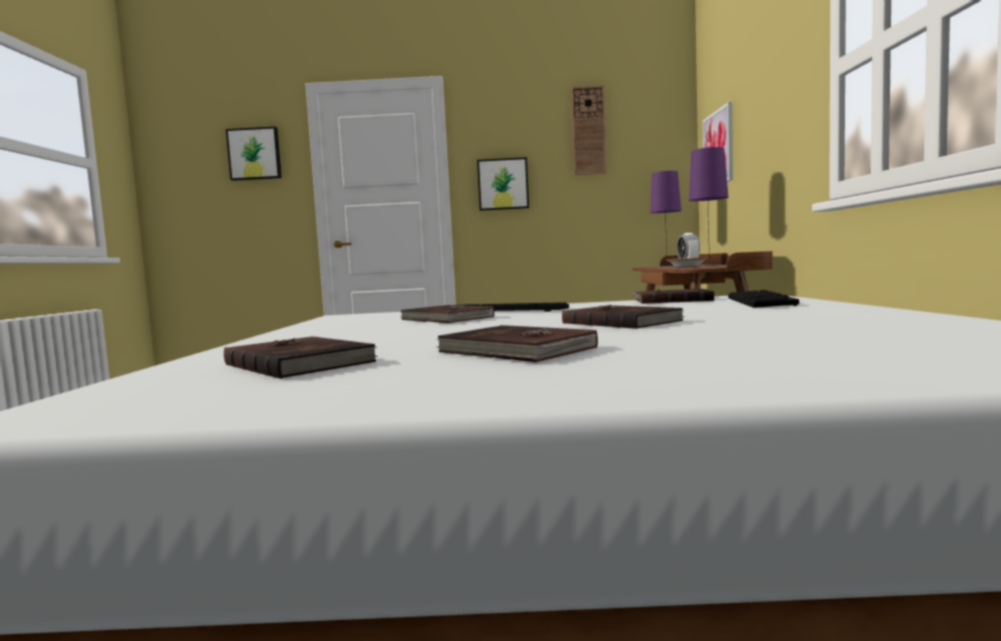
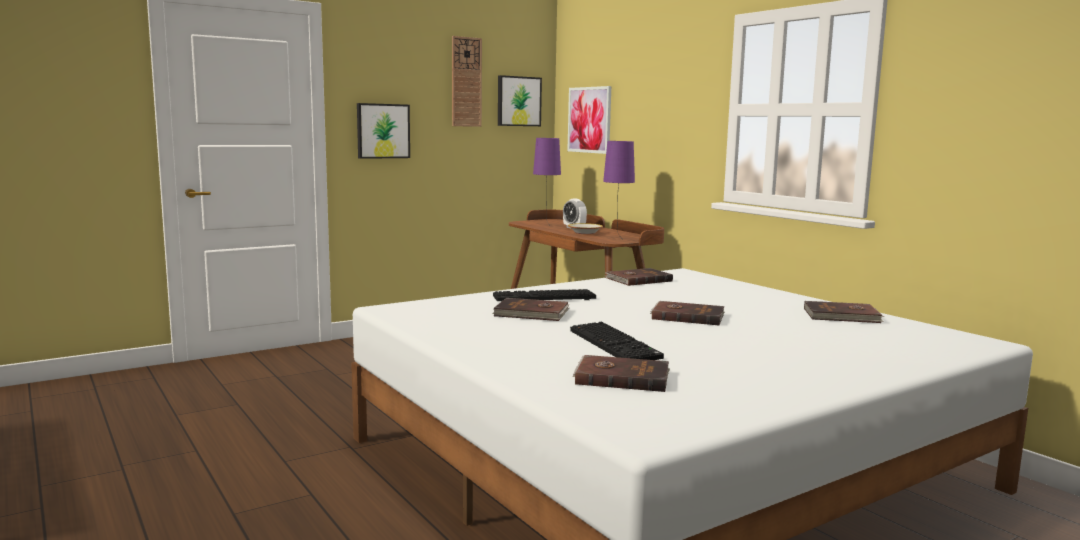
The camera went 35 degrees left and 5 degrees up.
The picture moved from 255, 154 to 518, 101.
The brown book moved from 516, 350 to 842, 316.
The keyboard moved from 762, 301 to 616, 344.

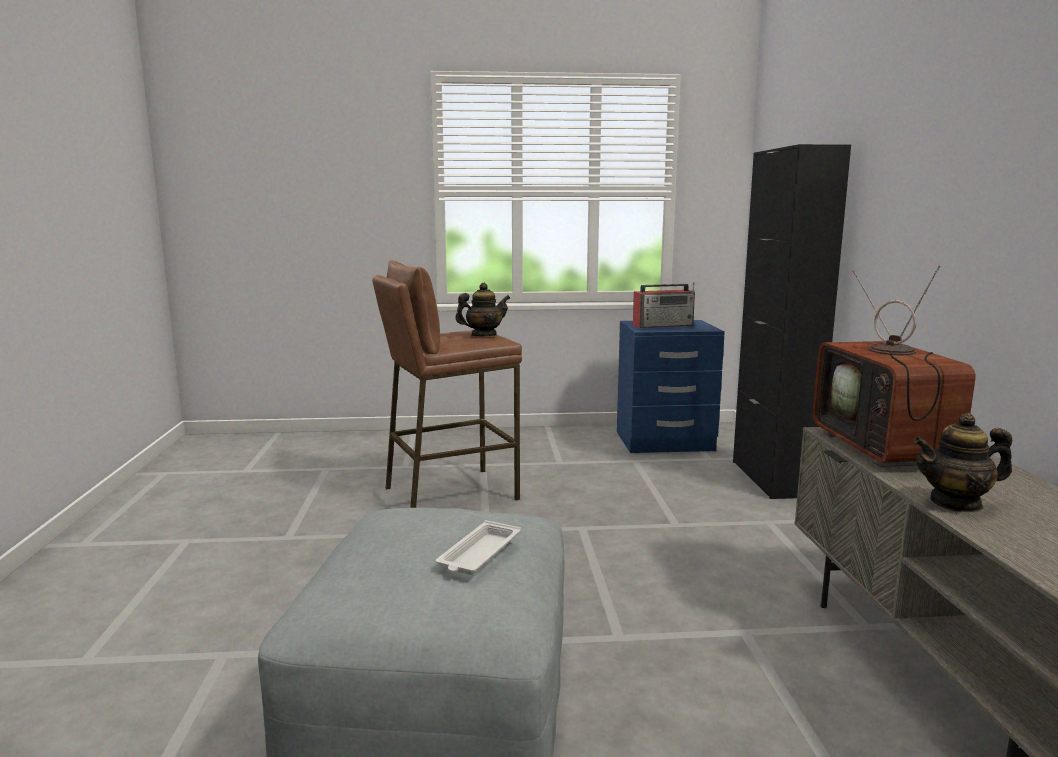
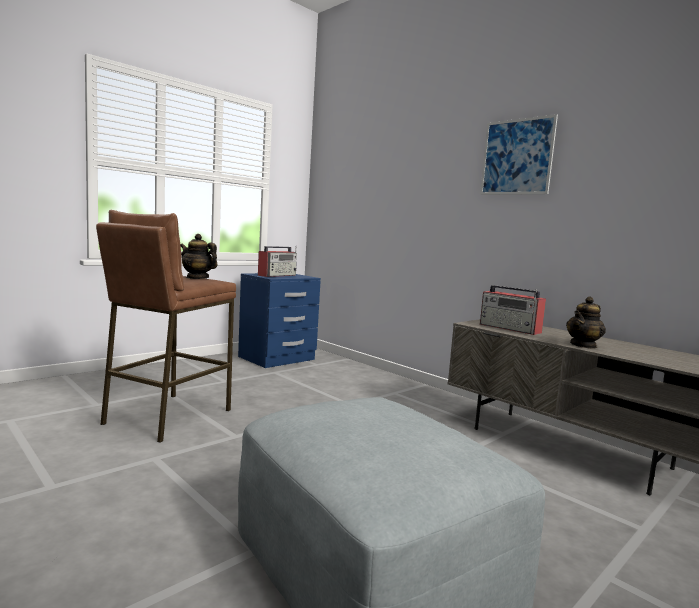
The camera went 40 degrees left and 5 degrees down.
The white tray at 479, 554 disappeared.
The black cabinet at 772, 478 disappeared.
The picture at 517, 157 appeared.
The television at 888, 450 was replaced by the radio at 510, 328.
The teapot at 483, 335 turned 90 degrees counterclockwise.

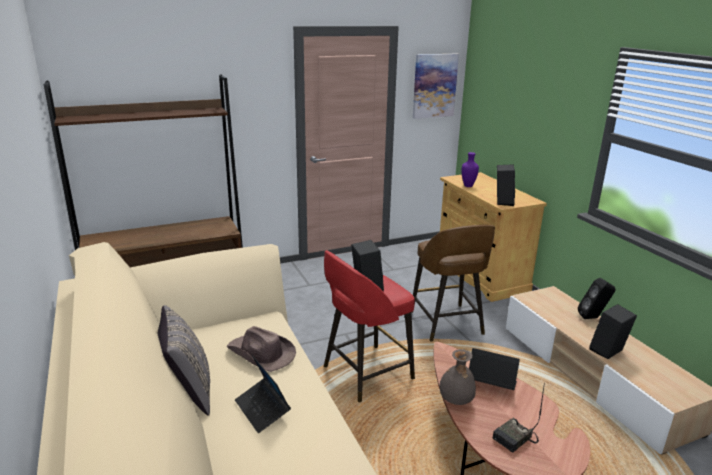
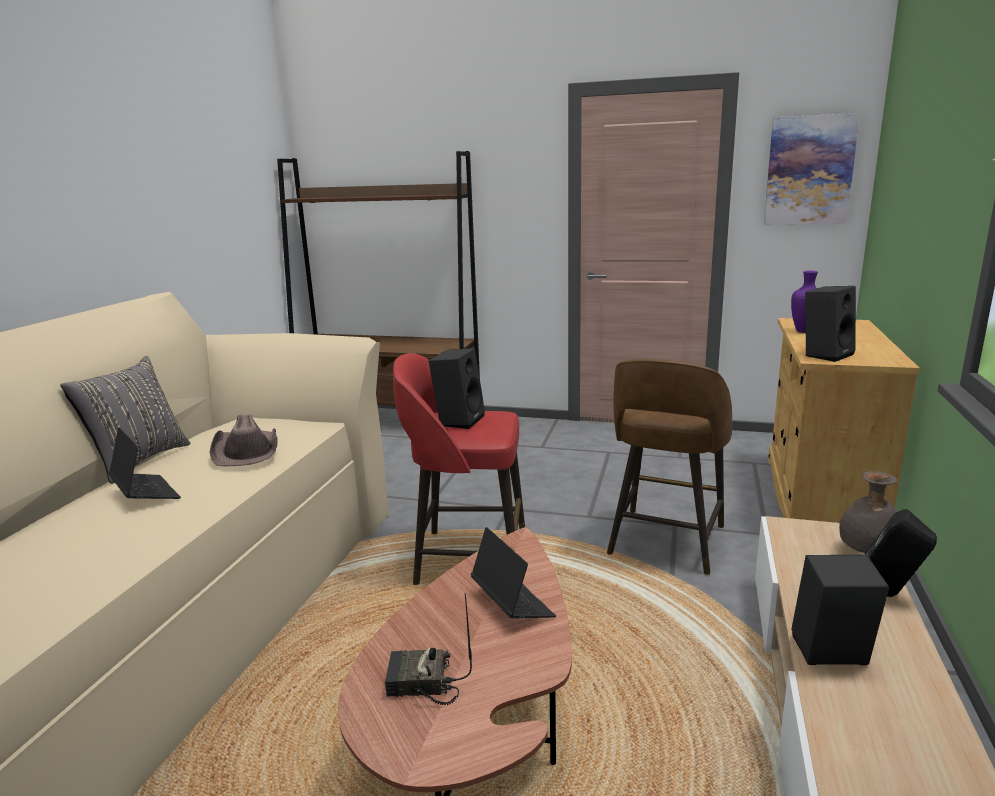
The camera went 40 degrees right and 5 degrees down.
The grey vase moved from 455, 401 to 865, 552.
The laptop at 262, 409 turned 135 degrees clockwise.

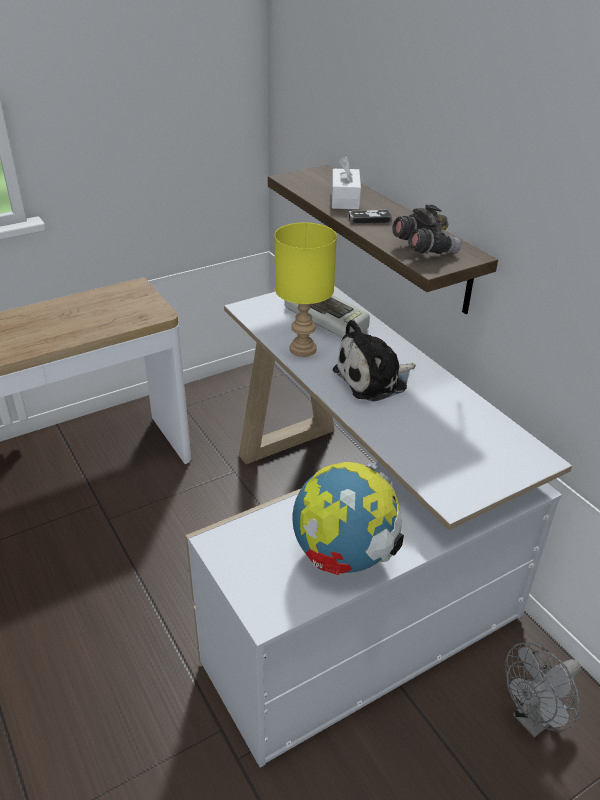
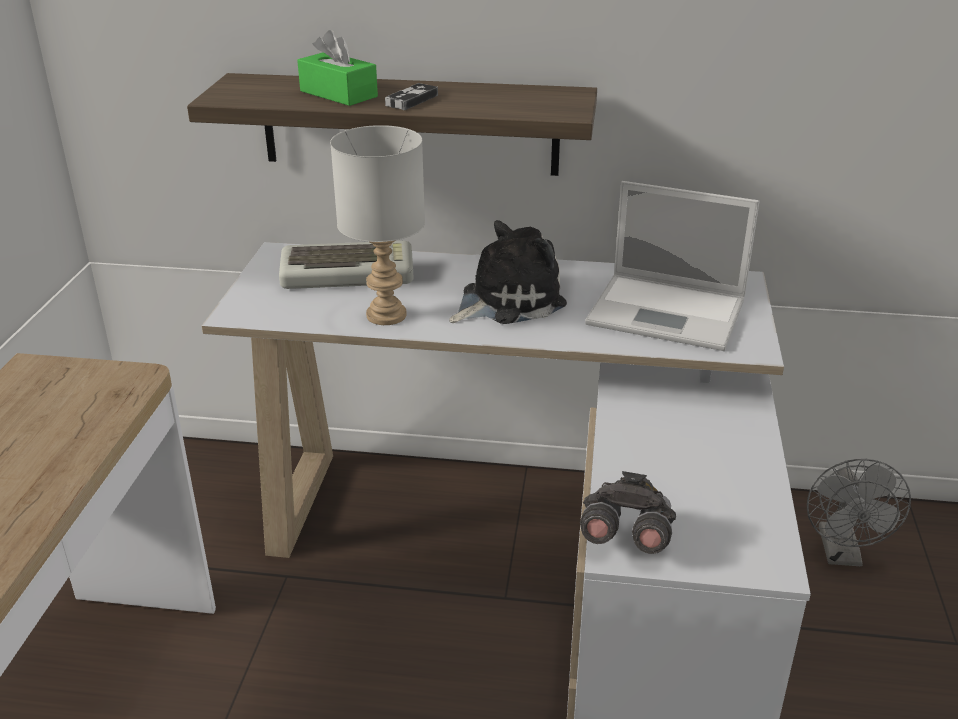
The camera went 50 degrees left and 5 degrees down.
The globe at 343, 556 disappeared.
The laptop at 669, 312 appeared.
The grey binoculars moved from 423, 249 to 625, 536.
The yellow table lamp at 304, 349 became the grey table lamp at 388, 315.
The white tissue box at 345, 199 became the green tissue box at 338, 94.
The plush toy at 374, 379 turned 135 degrees counterclockwise.

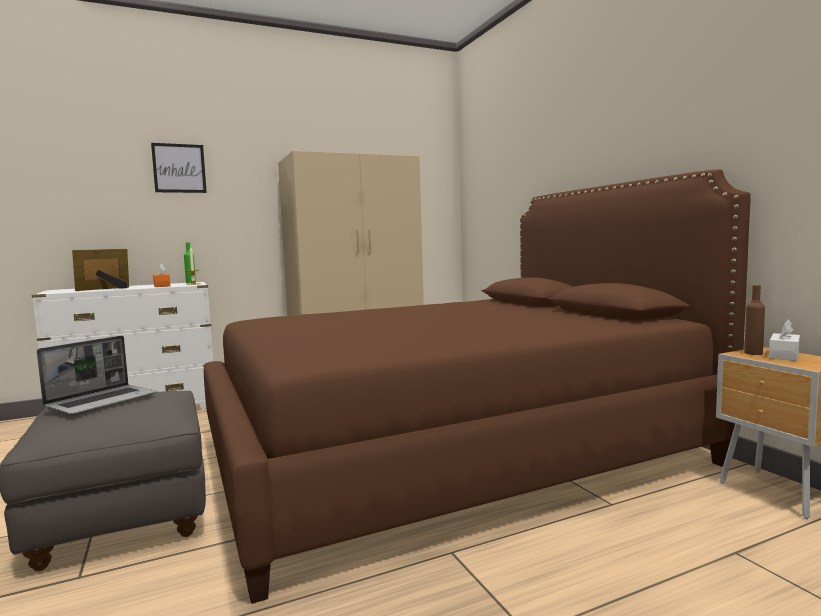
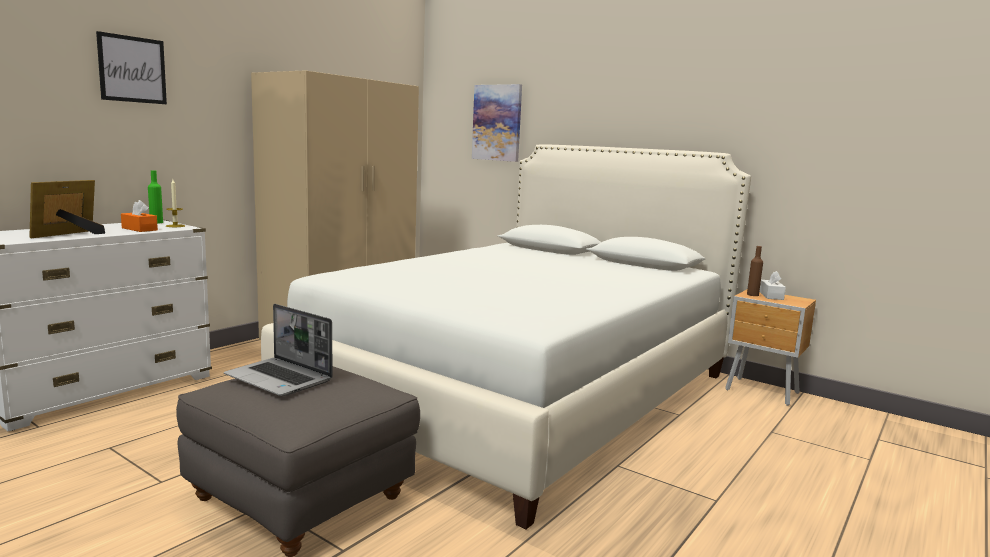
The camera went 30 degrees left and 5 degrees up.
The picture at 497, 123 appeared.
The brown bed at 450, 451 became the white bed at 522, 391.
The laptop at 102, 401 turned 120 degrees clockwise.

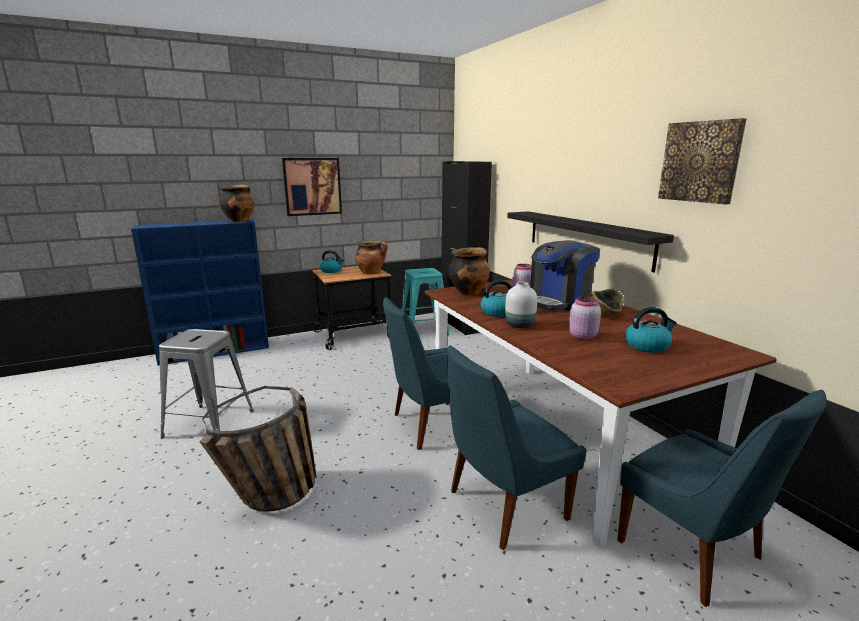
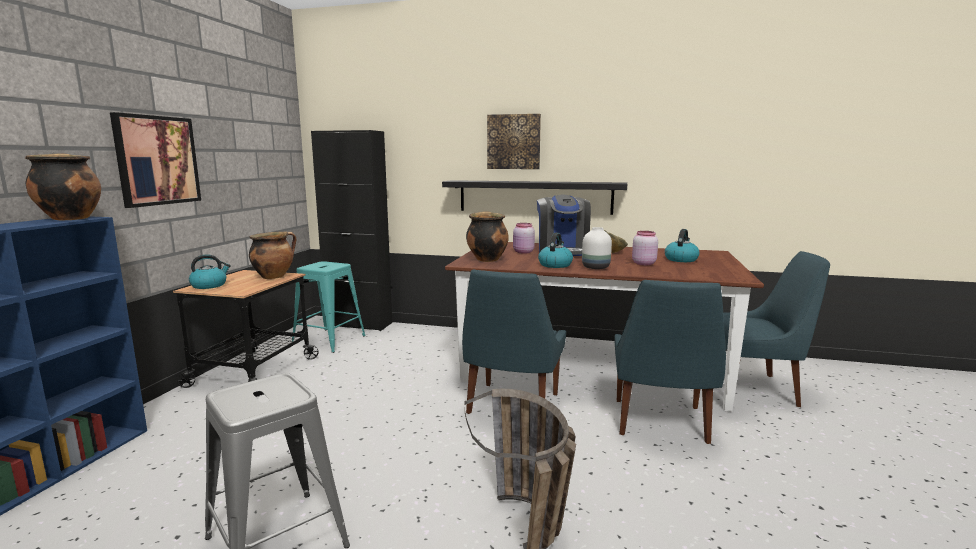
The camera went 50 degrees left and 5 degrees down.
The picture moved from 700, 162 to 513, 142.

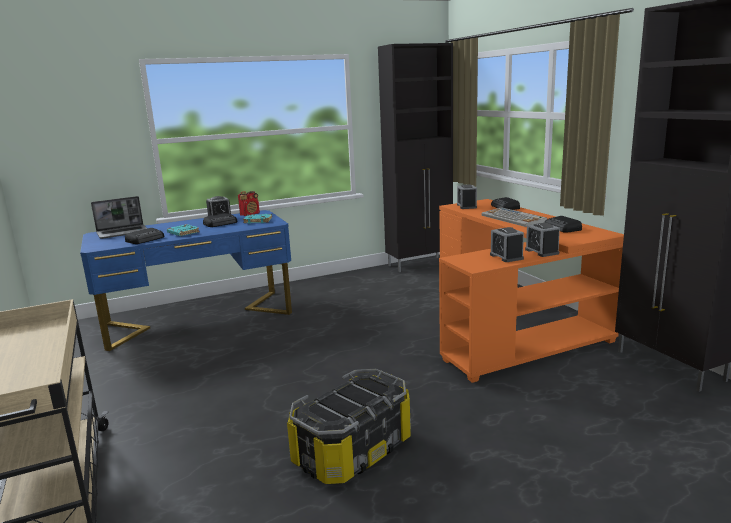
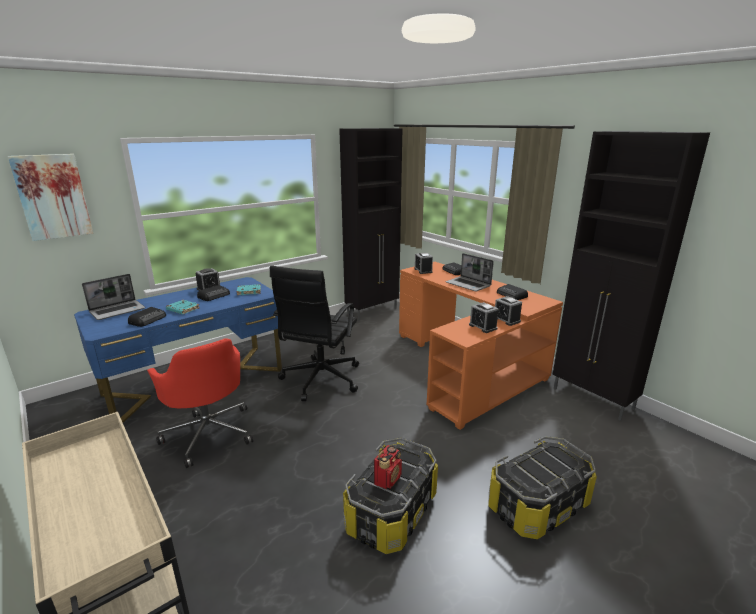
The camera went 15 degrees left and 5 degrees up.
The picture at 53, 197 appeared.
The red office chair at 209, 433 appeared.
The black office chair at 320, 380 appeared.
The storage box at 538, 506 appeared.
The radio moved from 250, 214 to 388, 479.
The keyboard at 513, 218 was replaced by the laptop at 468, 285.

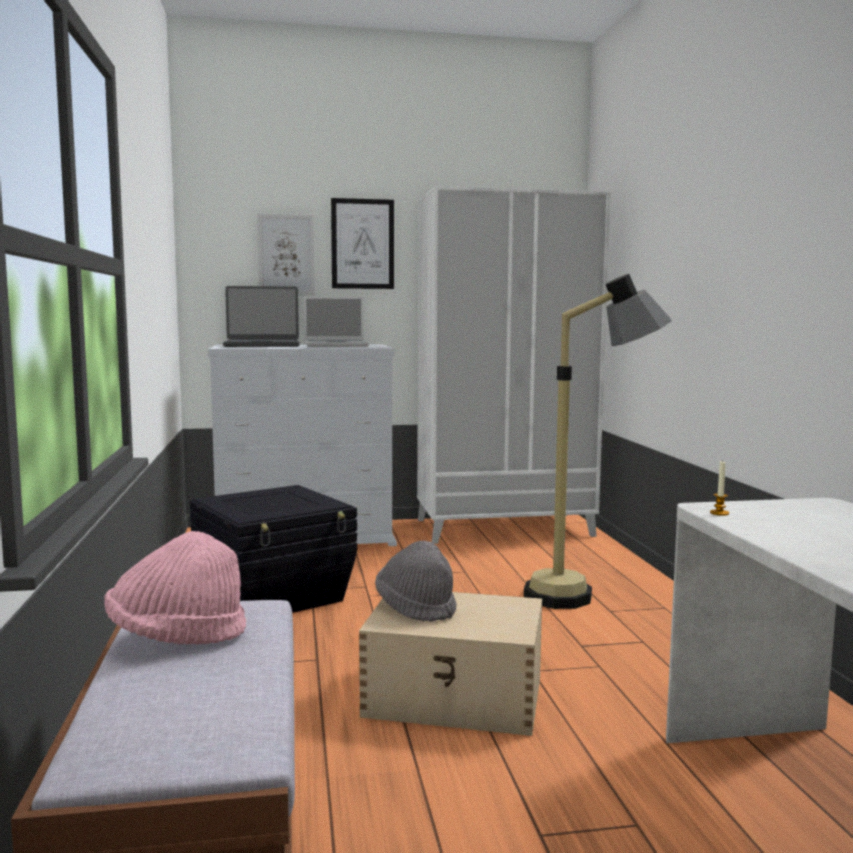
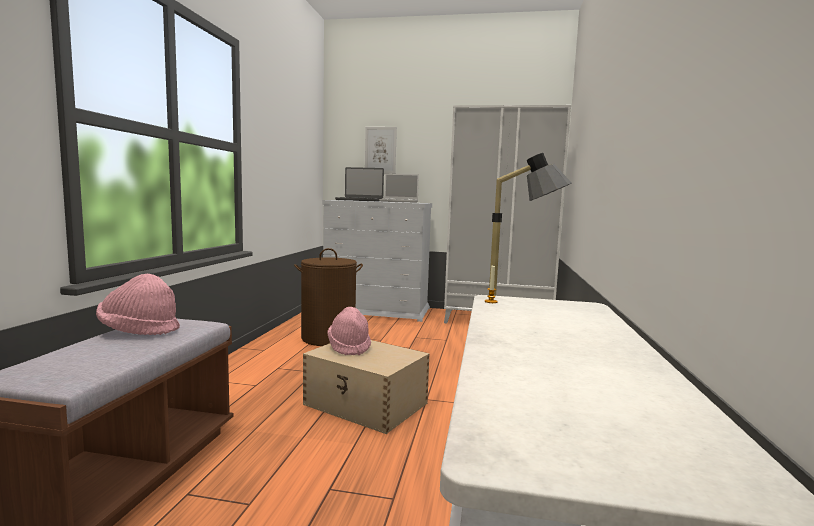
The camera went 20 degrees right and 0 degrees up.
The picture at 362, 244 disappeared.
The black storage box at 275, 596 was replaced by the brown laundry basket at 328, 338.
The grey hat at 416, 608 became the pink hat at 349, 347.

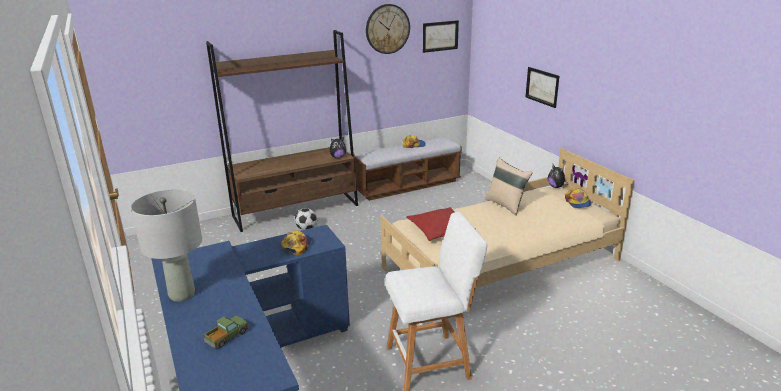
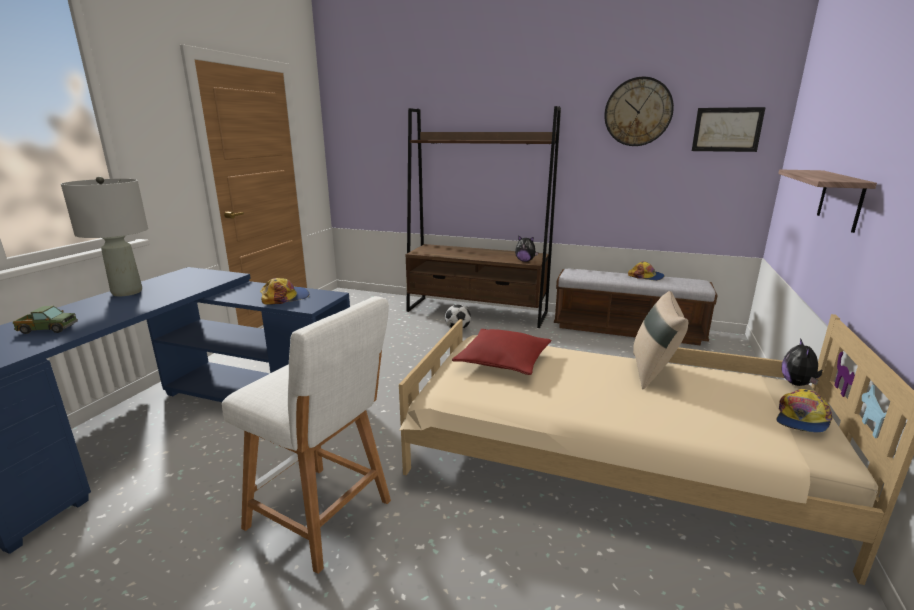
The camera went 45 degrees right and 5 degrees down.
The picture at 542, 86 was replaced by the shelf at 840, 199.

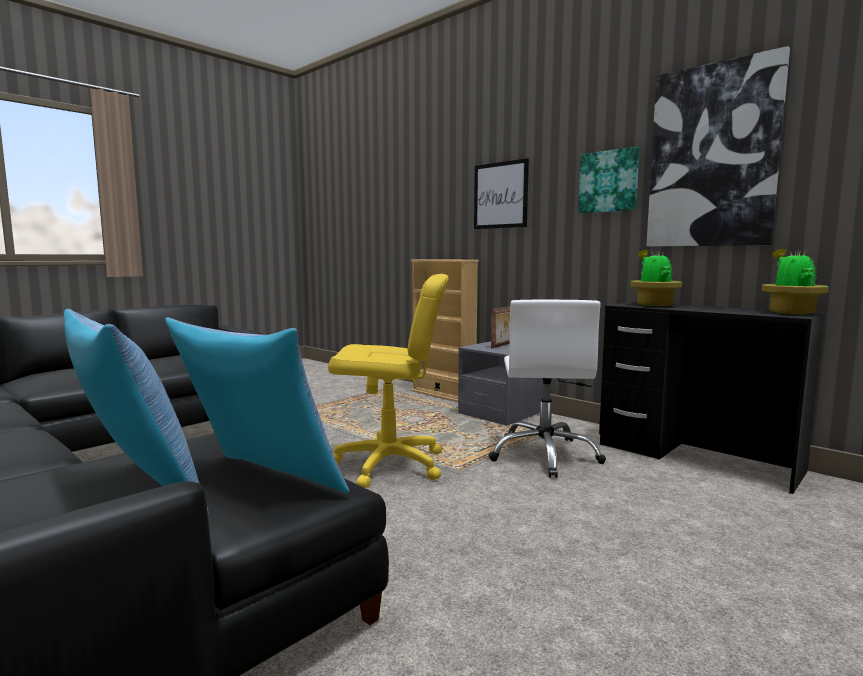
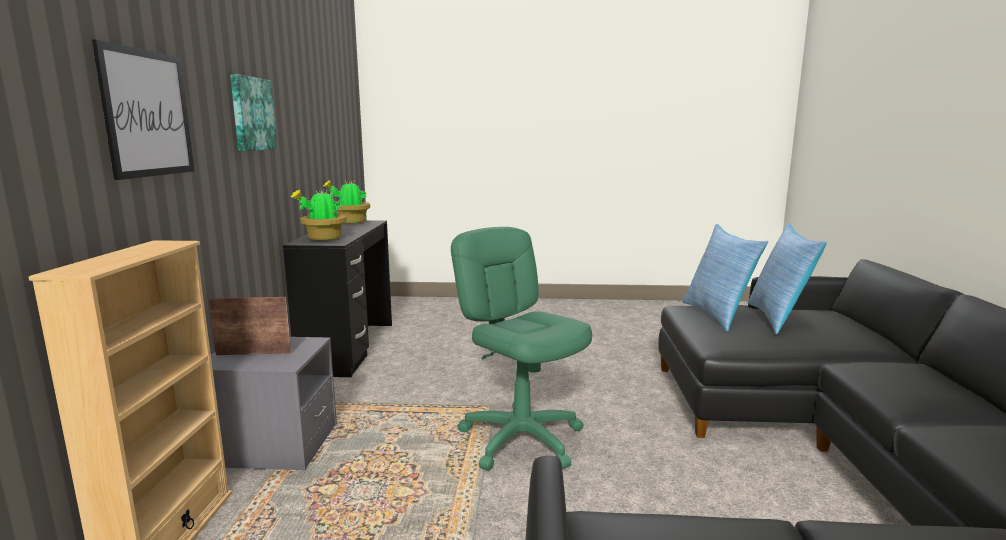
The camera went 130 degrees left and 5 degrees up.
The white office chair at 545, 455 disappeared.
The picture at 712, 157 disappeared.
The yellow office chair at 389, 465 became the green office chair at 521, 439.

